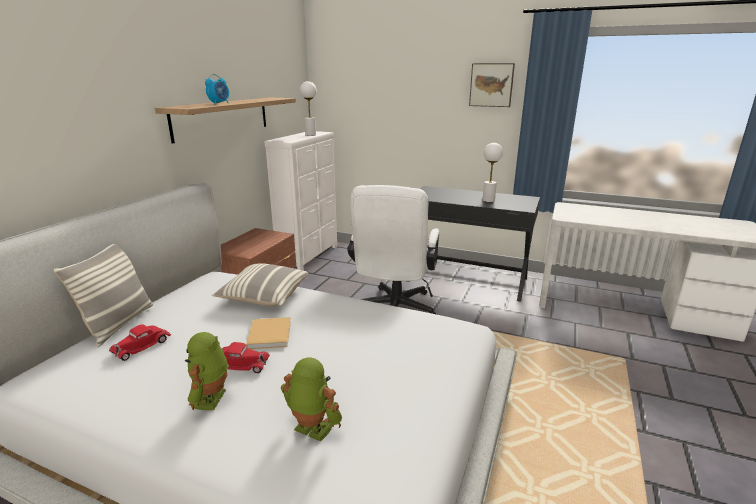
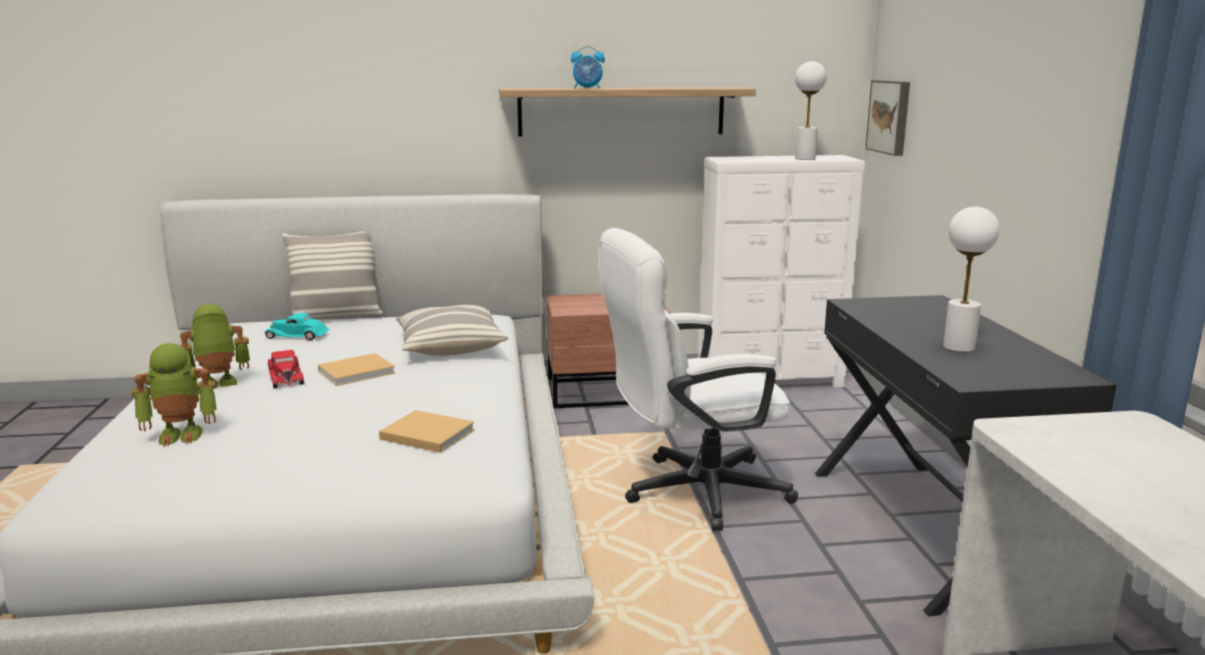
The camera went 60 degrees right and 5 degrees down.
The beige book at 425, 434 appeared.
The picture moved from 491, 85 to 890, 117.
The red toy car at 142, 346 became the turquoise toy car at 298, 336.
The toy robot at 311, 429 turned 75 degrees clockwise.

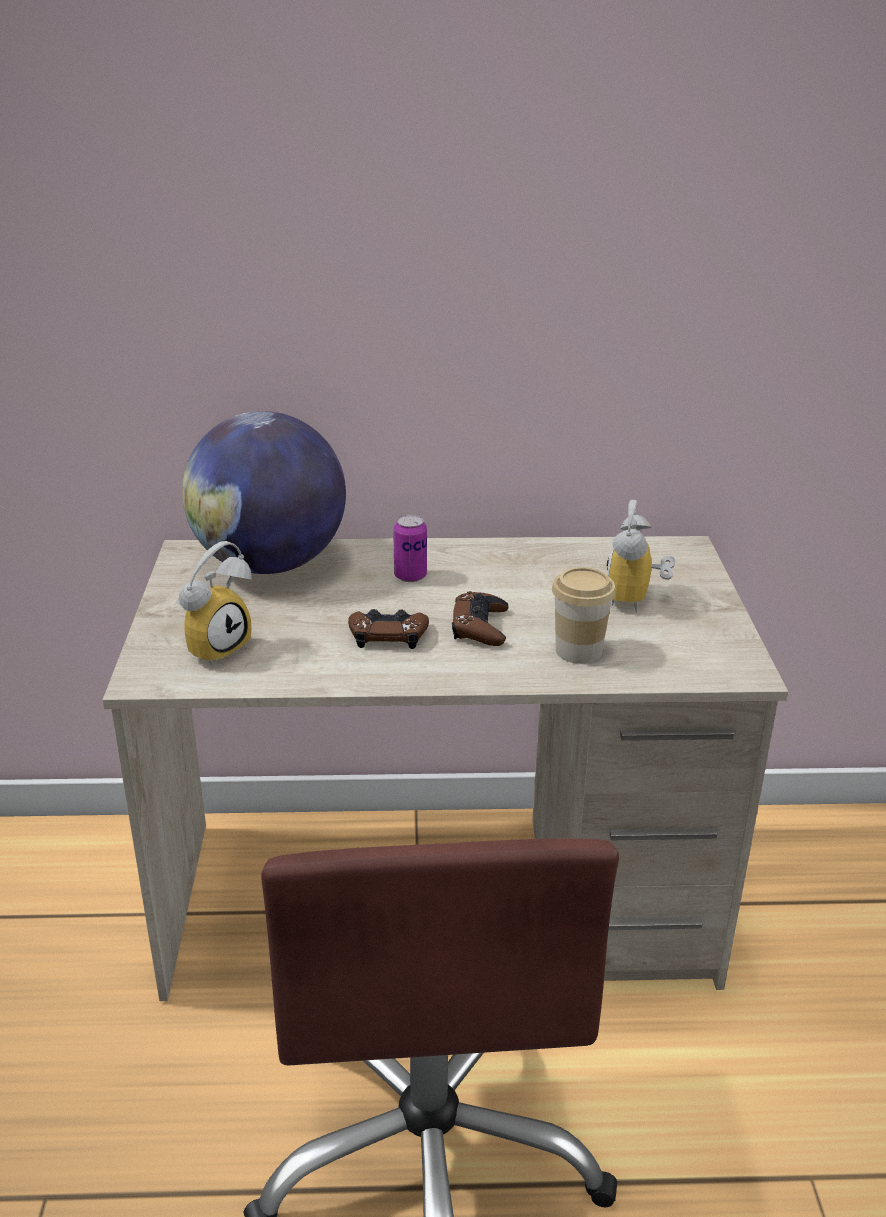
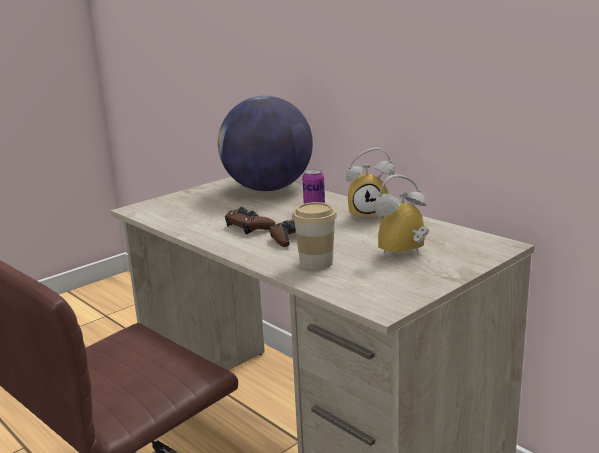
The camera went 50 degrees right and 10 degrees down.
The alarm clock moved from 215, 647 to 369, 214.

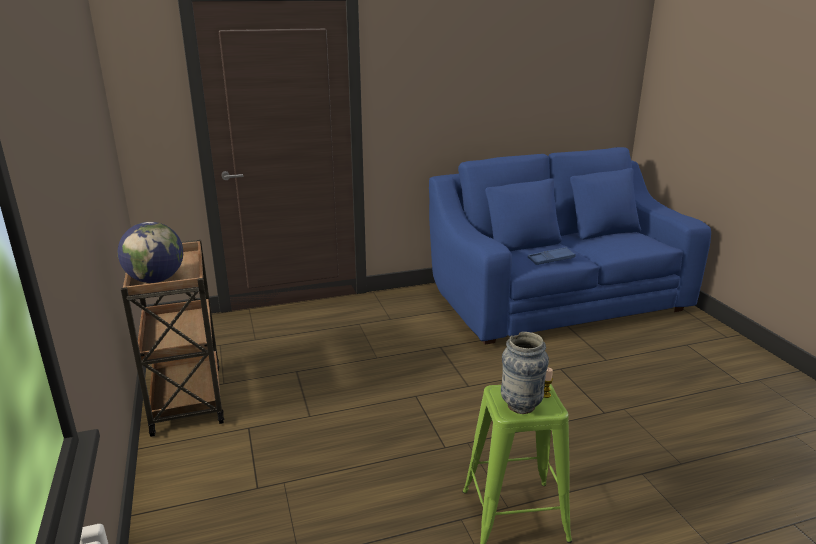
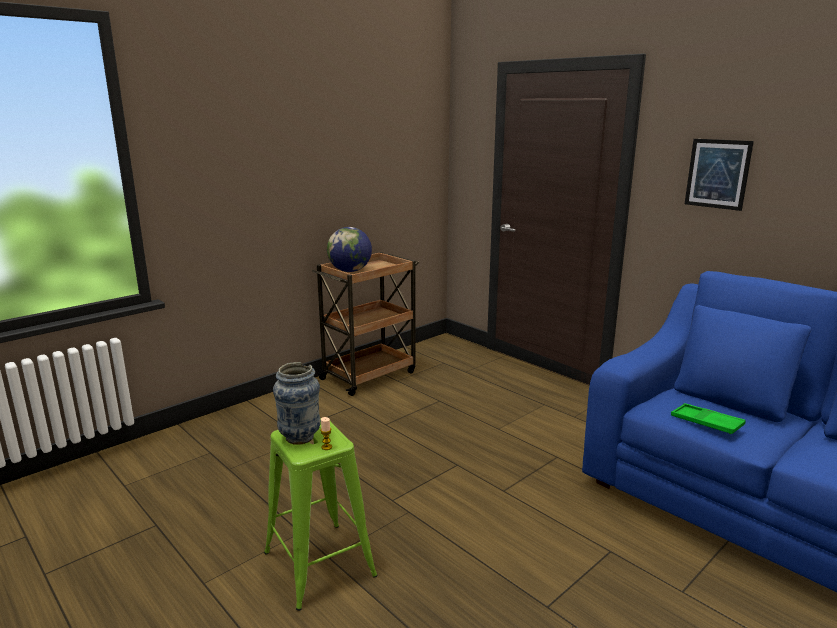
The camera went 65 degrees right and 5 degrees down.
The picture at 717, 174 appeared.
The blue tray at 551, 259 became the green tray at 706, 423.

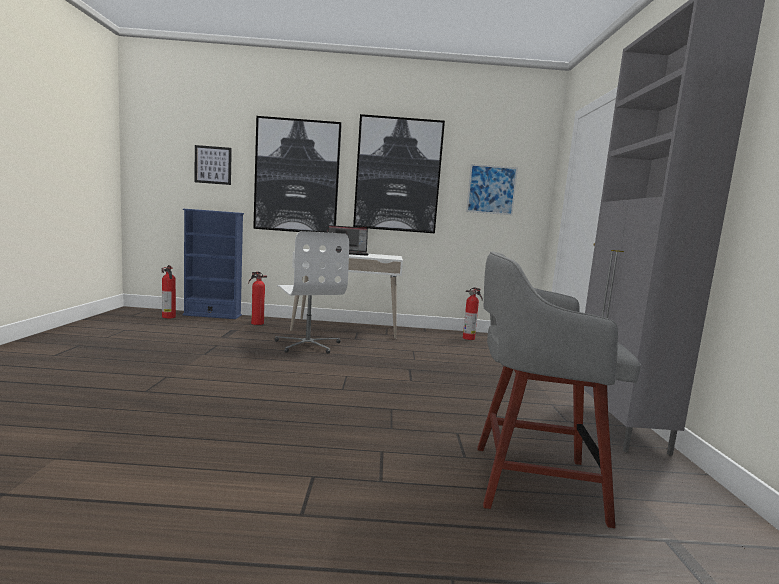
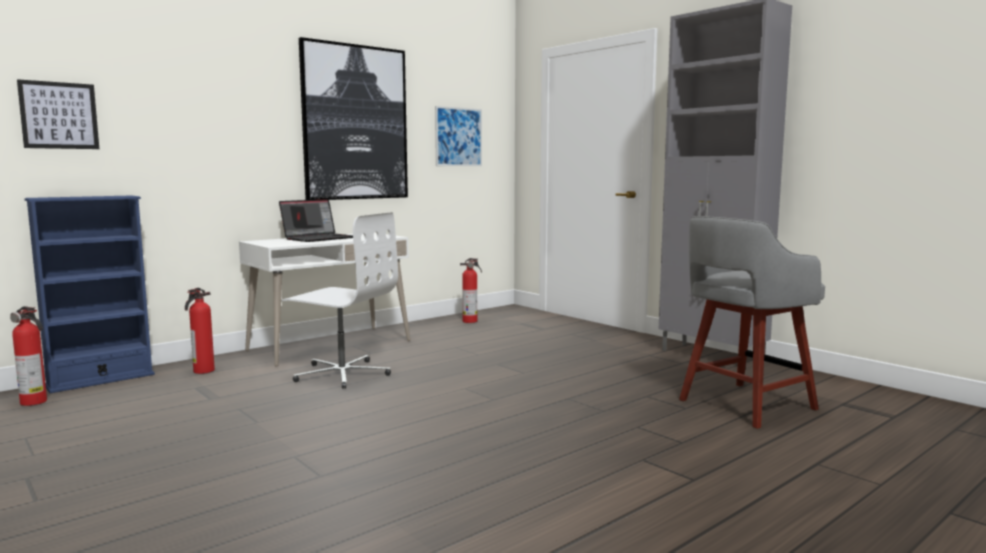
The camera went 40 degrees left and 0 degrees up.
The picture at 297, 176 disappeared.

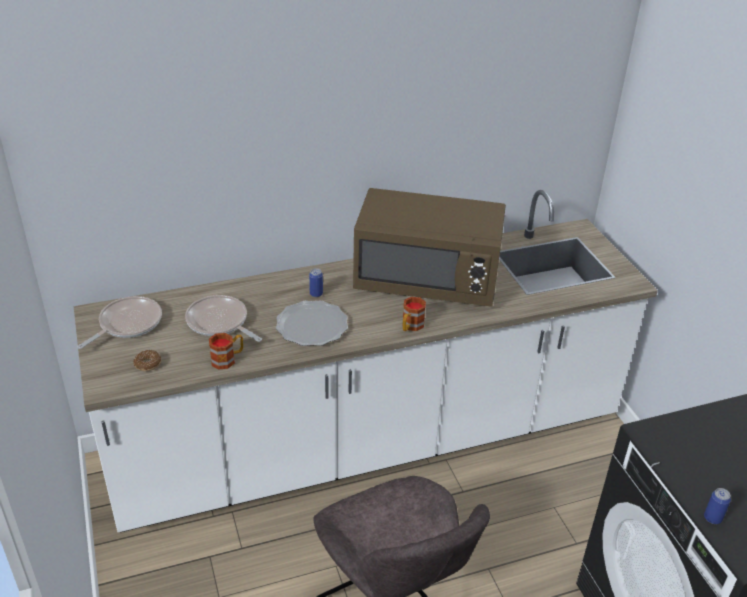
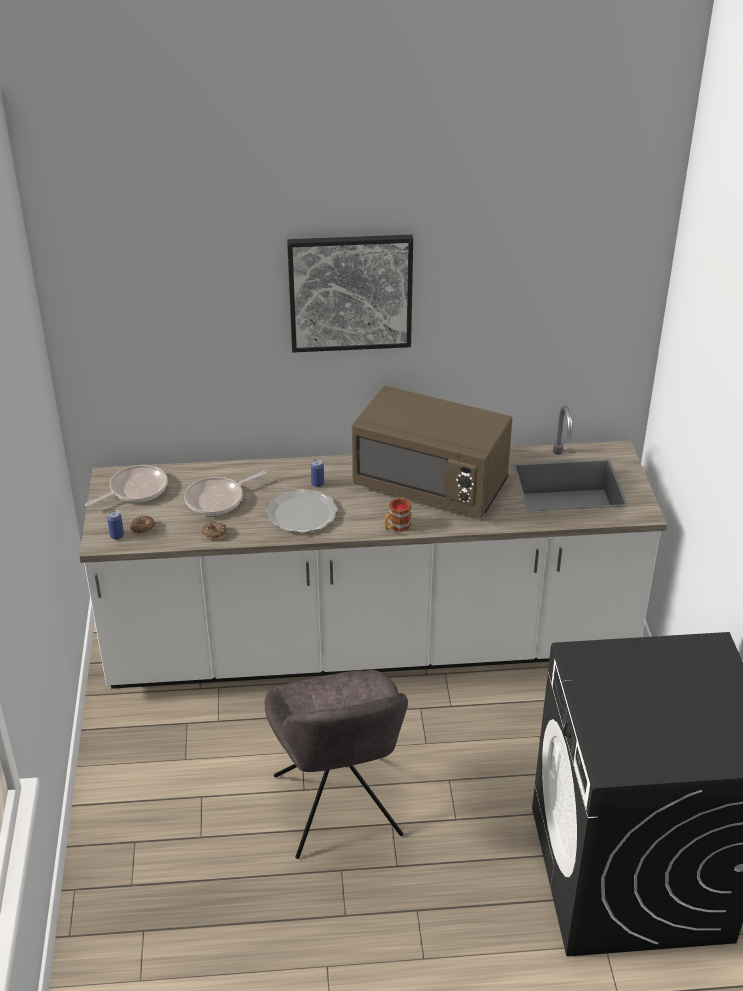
The camera went 15 degrees right and 0 degrees up.
The picture at 350, 292 appeared.
The can moved from 712, 518 to 117, 536.
The mug at 228, 359 was replaced by the donut at 214, 534.
The frying pan at 219, 322 turned 90 degrees counterclockwise.

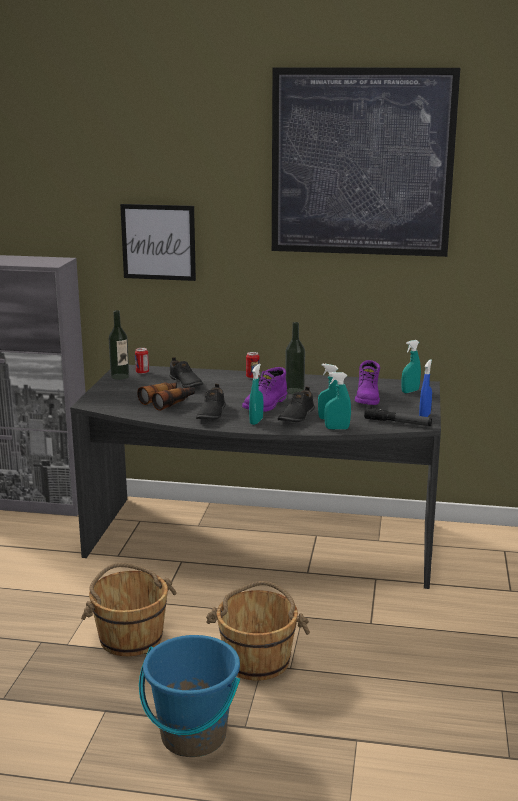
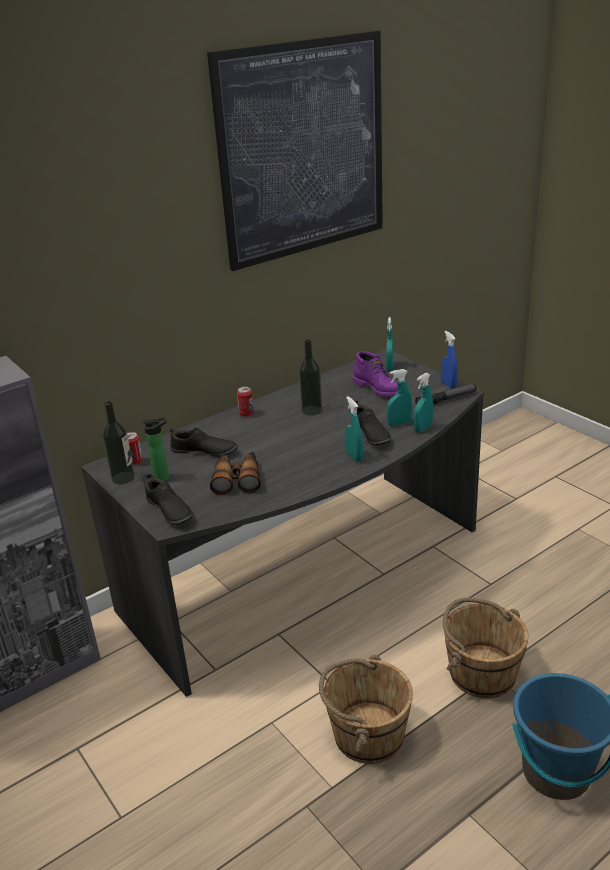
The camera went 45 degrees left and 10 degrees up.
The picture at 158, 242 disappeared.
The purple boot at 266, 405 disappeared.
The bottle at 164, 477 appeared.
The black shoe moved from 211, 414 to 169, 510.

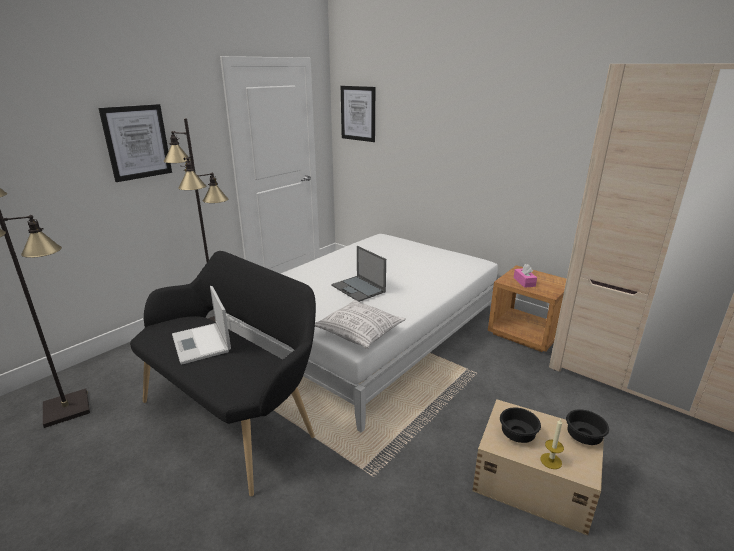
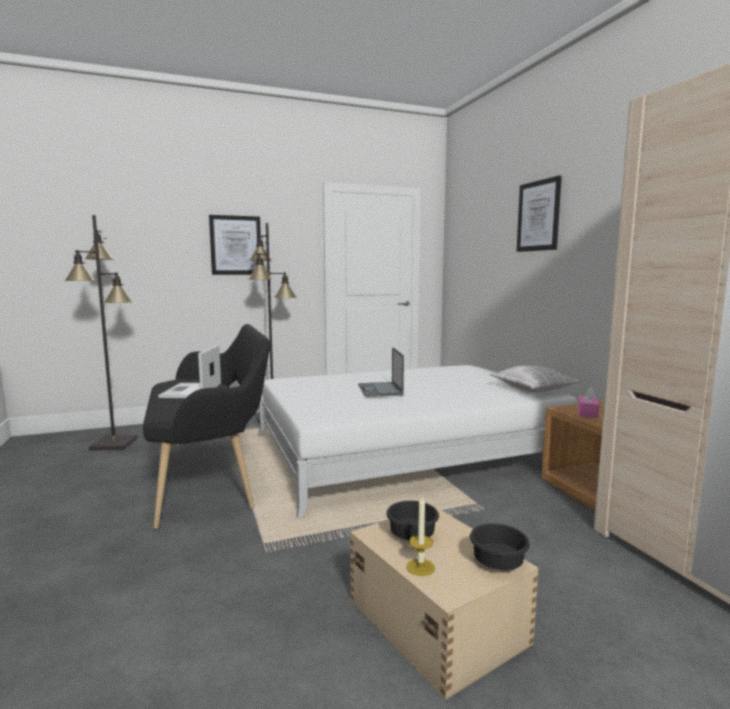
The camera went 30 degrees right and 15 degrees down.
The pillow moved from 360, 333 to 533, 389.
The picture moved from 358, 113 to 538, 216.

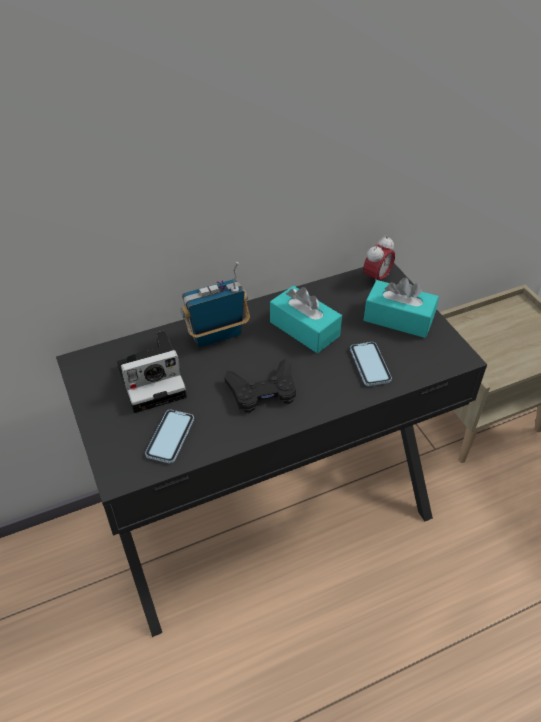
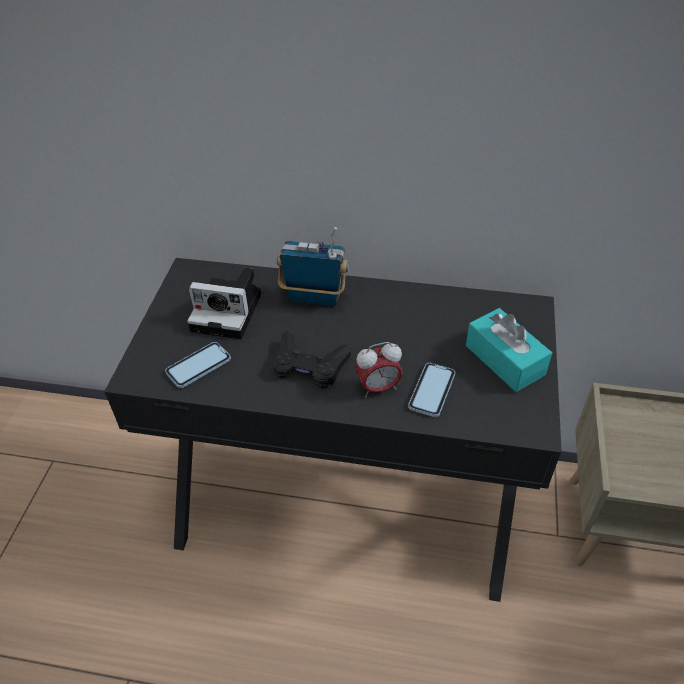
The camera went 35 degrees right and 0 degrees up.
The turquoise tissue box at 304, 329 disappeared.
The alarm clock moved from 377, 278 to 378, 388.

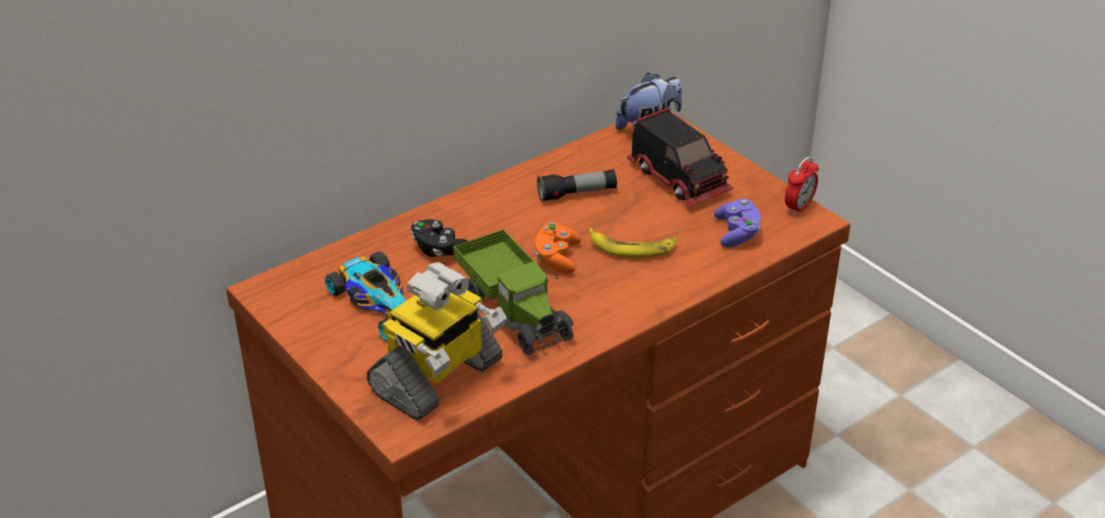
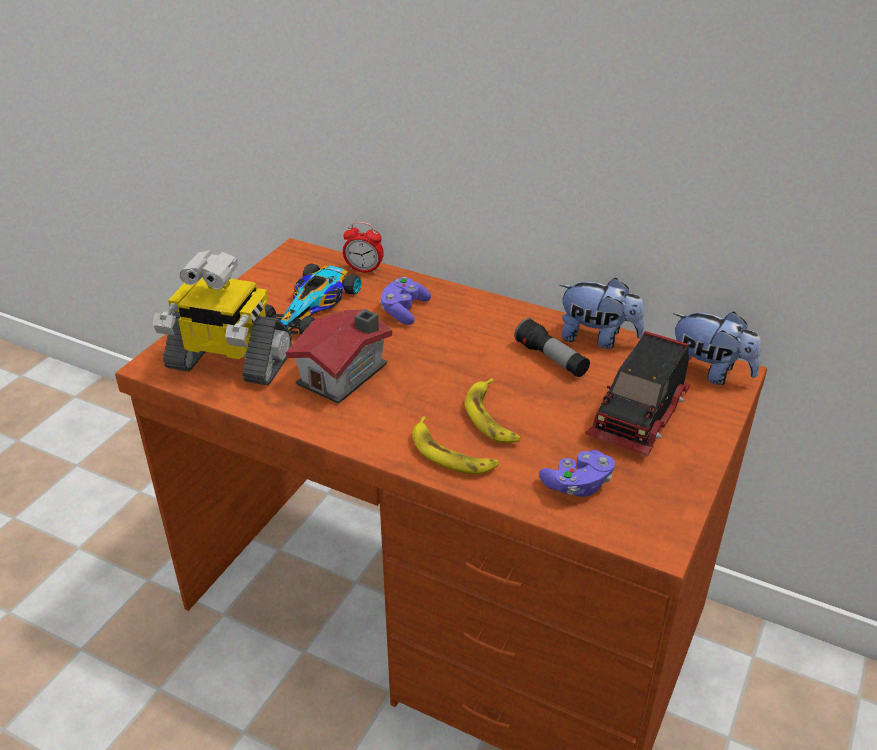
The camera went 65 degrees right and 0 degrees up.
The orange game controller at 557, 258 disappeared.
The banana at 451, 454 appeared.
The plush toy at 597, 338 appeared.
The alarm clock moved from 799, 207 to 364, 270.
The toy truck at 514, 309 was replaced by the toy house at 346, 374.
The black game controller at 438, 249 became the purple game controller at 404, 310.

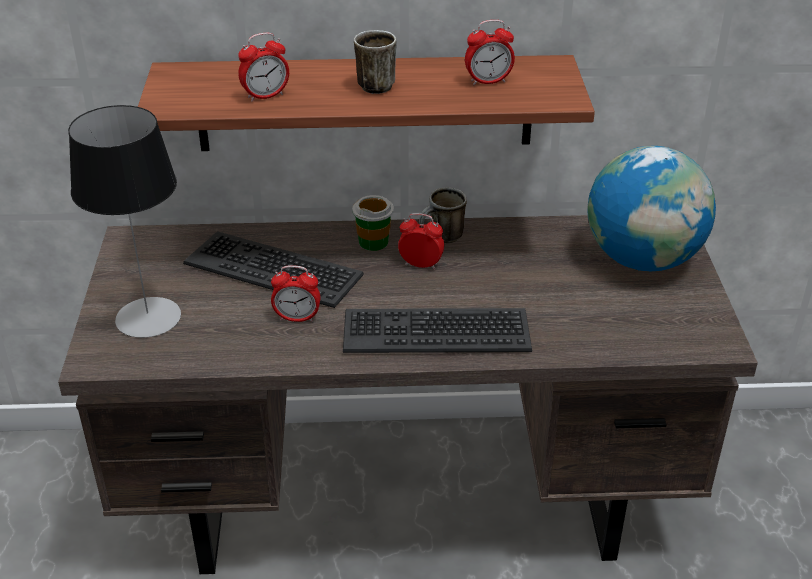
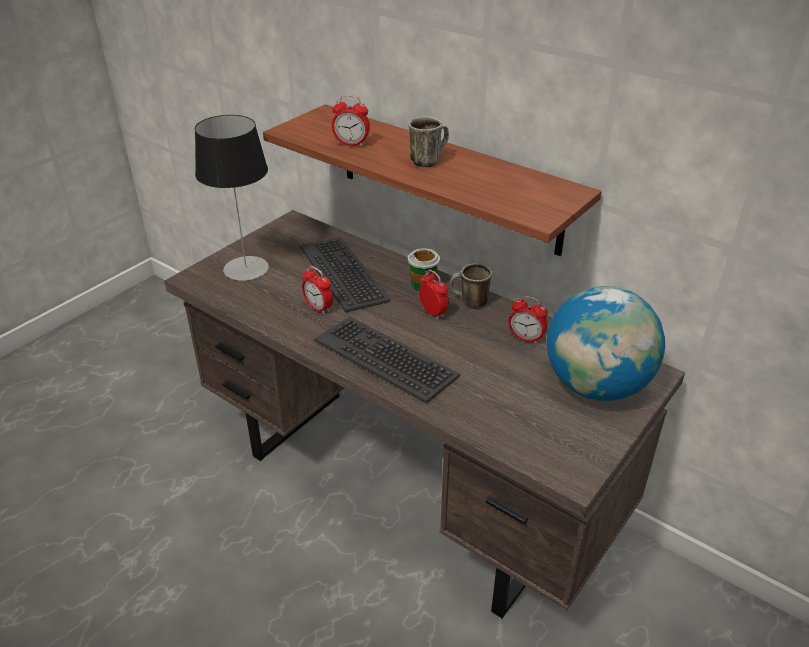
The camera went 40 degrees right and 0 degrees up.
The alarm clock moved from 488, 81 to 526, 338.

